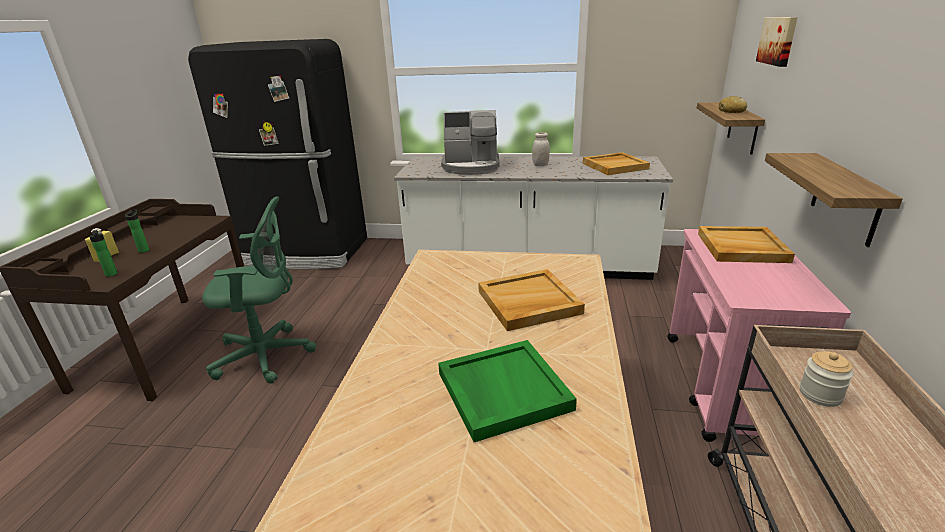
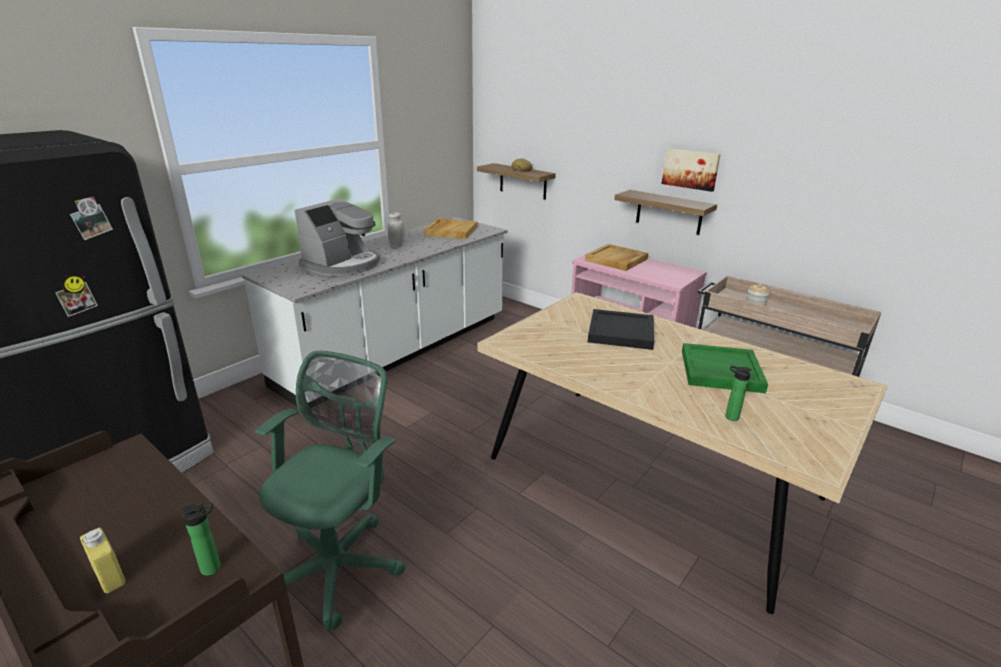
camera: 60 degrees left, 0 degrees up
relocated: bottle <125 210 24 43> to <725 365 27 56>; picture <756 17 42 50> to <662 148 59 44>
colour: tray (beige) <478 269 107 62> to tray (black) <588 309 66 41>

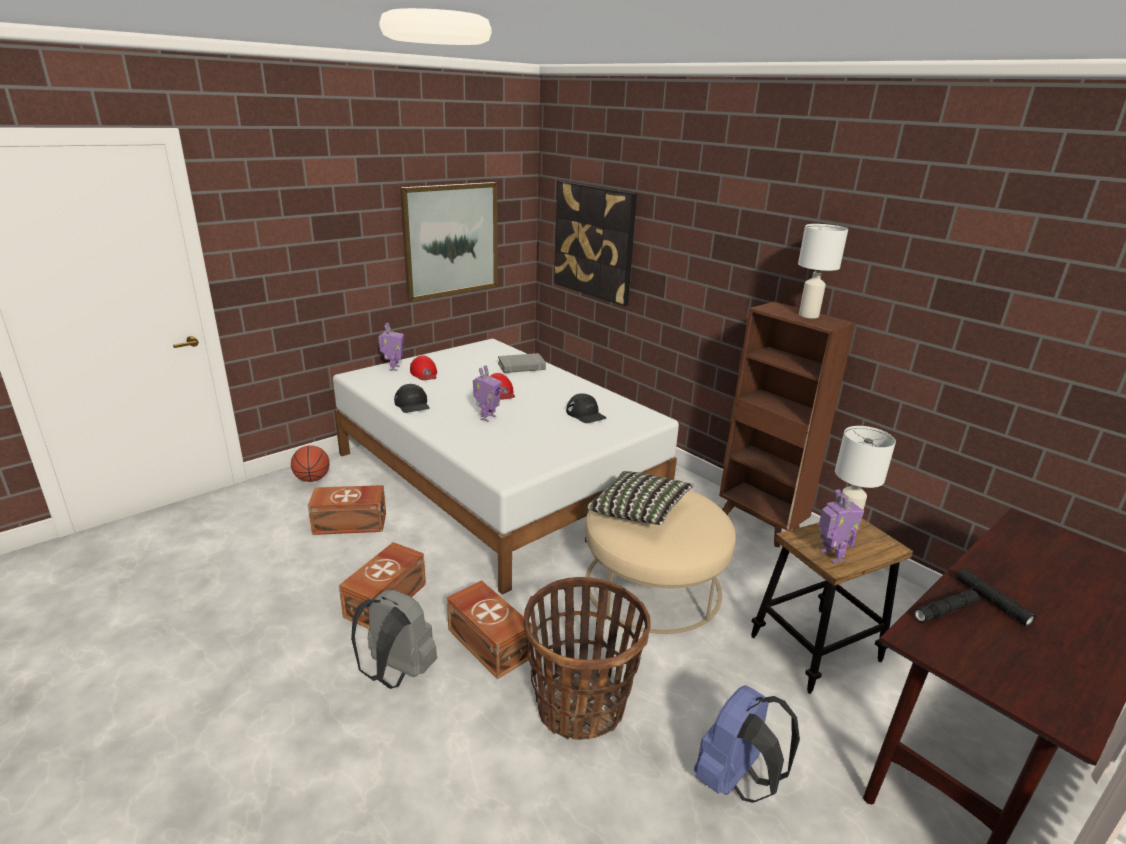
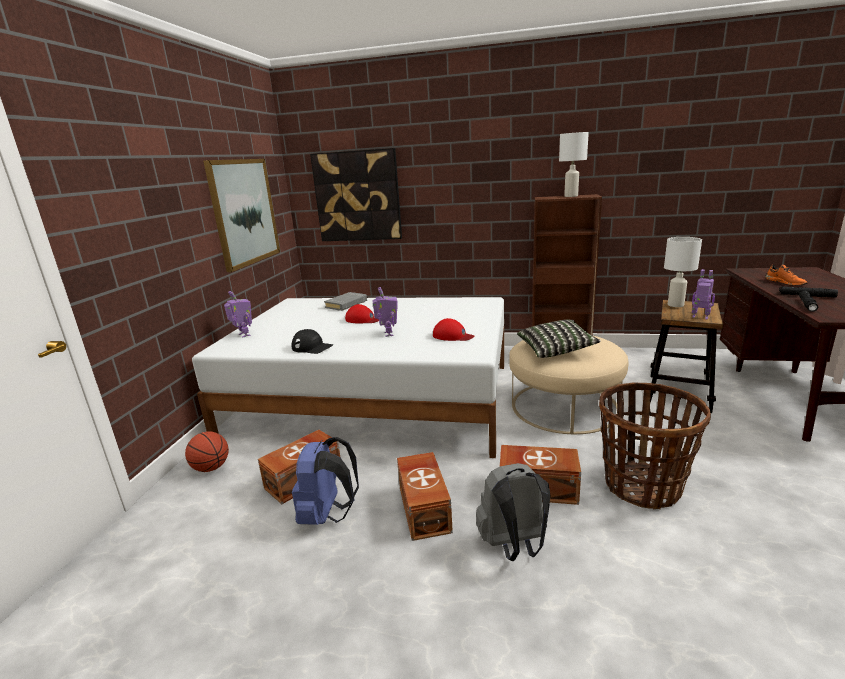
camera: 35 degrees left, 5 degrees down
missing: cap (black) <566 394 40 29>
appeared: shoe (orange) <765 265 42 21>
relocated: cap (red) <410 355 27 25> to <433 318 42 23>; backpack (blue) <694 686 106 117> to <292 437 67 88>

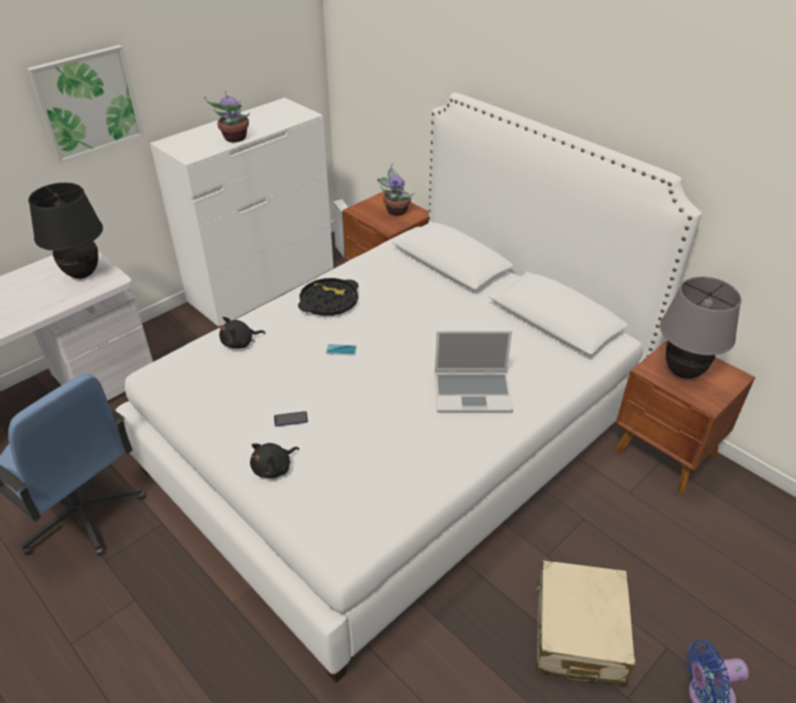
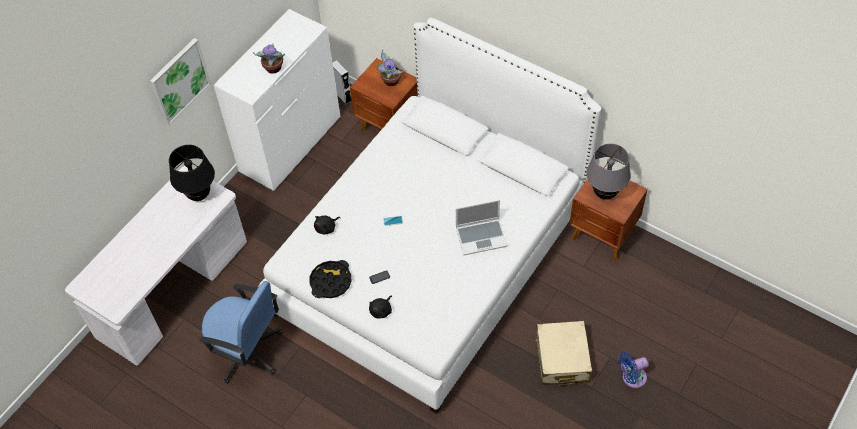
camera: 10 degrees left, 15 degrees up
relocated: tray (black) <298 278 60 38> to <310 260 41 38>

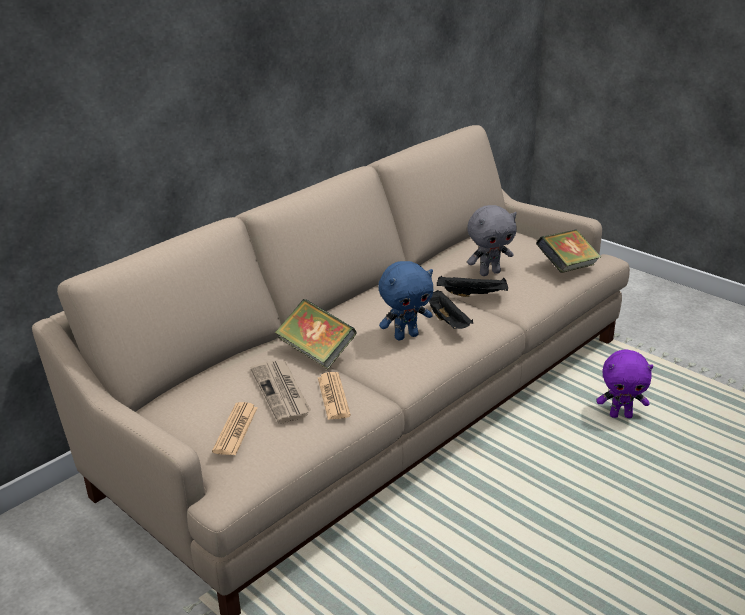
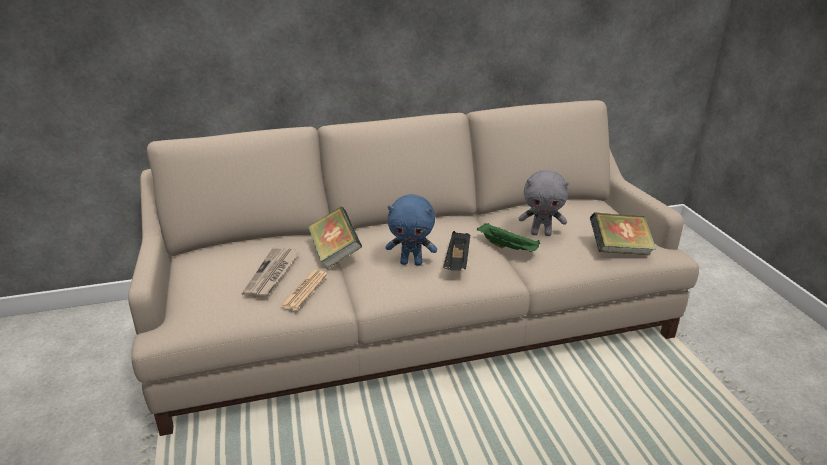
camera: 30 degrees right, 0 degrees up
missing: newspaper <212 402 46 53>; plush toy (purple) <597 349 56 69>
colour: tray (black) <437 276 71 21> to tray (green) <477 223 63 29>

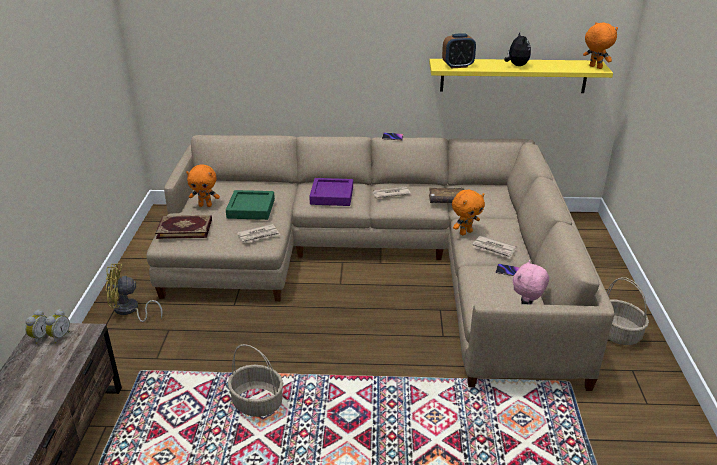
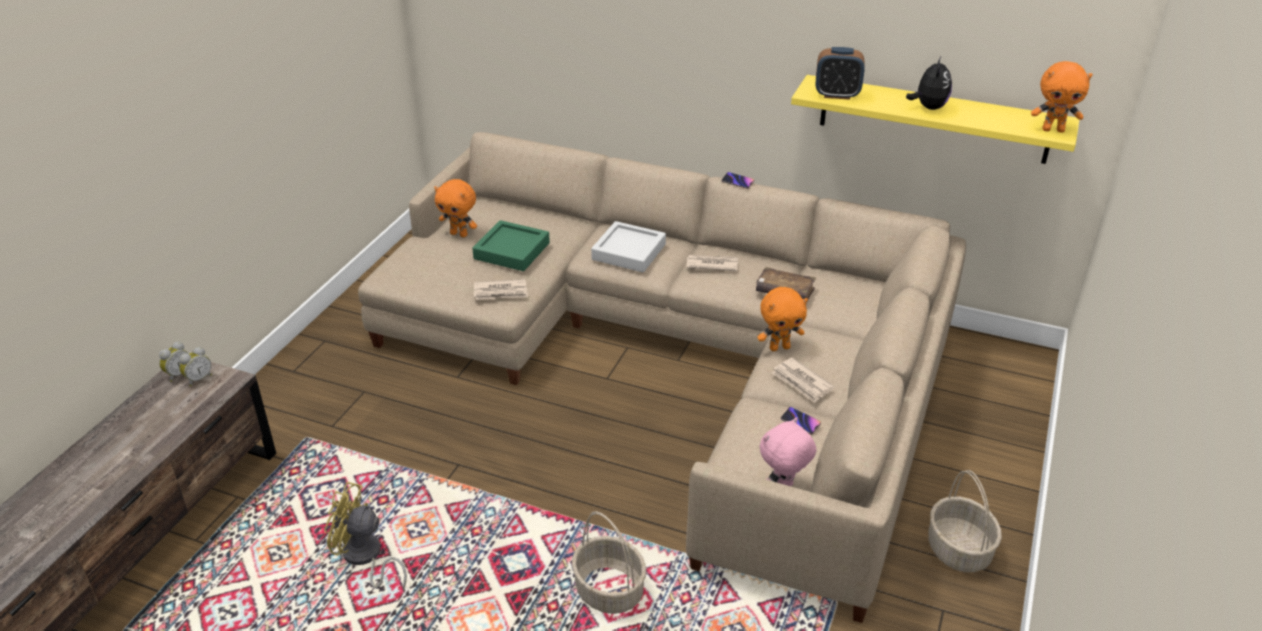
camera: 20 degrees right, 5 degrees up
missing: book <155 215 57 24>
relocated: fan (yellow) <106 264 57 58> to <324 482 83 108>; basket <228 344 55 73> to <572 511 74 103>
colour: tray (purple) <309 178 44 28> to tray (grey) <591 221 75 51>
spun: plush toy (orange) <583 22 35 47> = <1031 61 62 72> 120 degrees clockwise

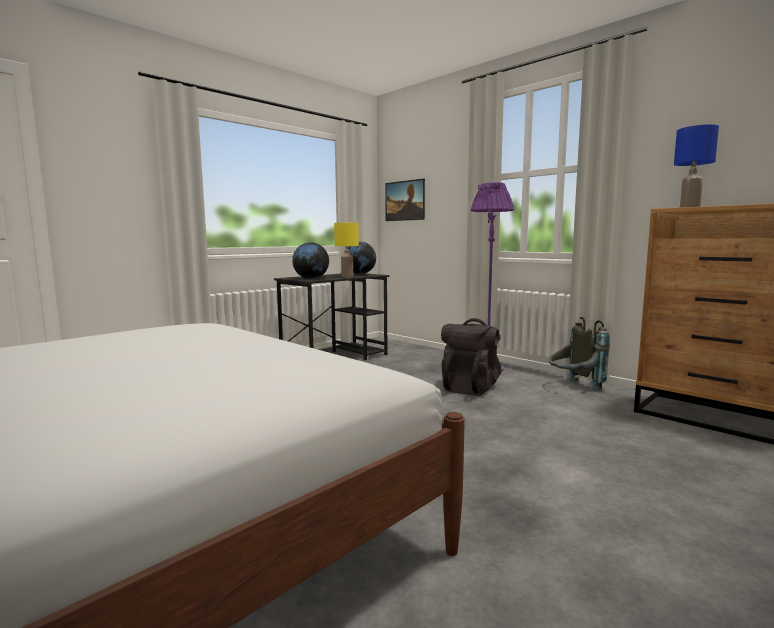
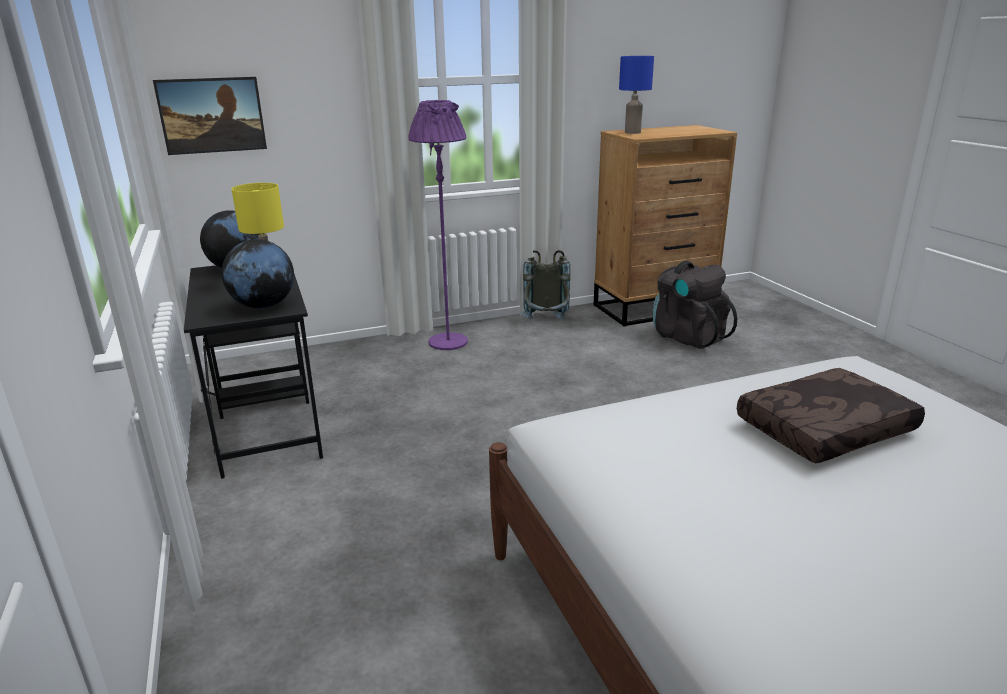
camera: 65 degrees left, 15 degrees up
appeared: pillow (brown) <737 368 188 95>
relocated: backpack (black) <441 318 60 78> to <653 261 84 88>

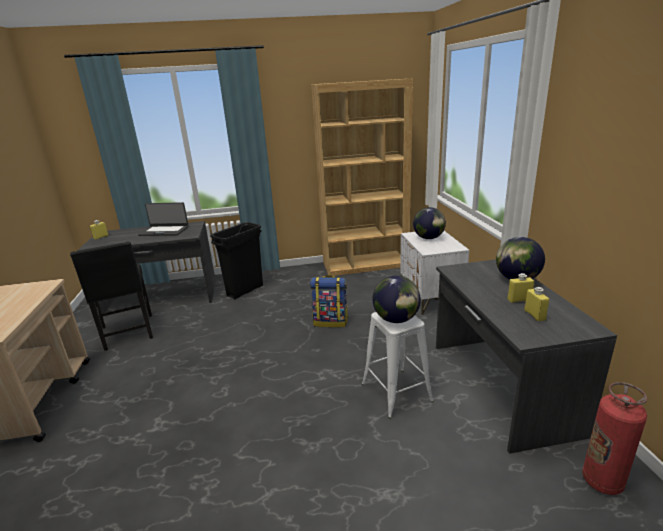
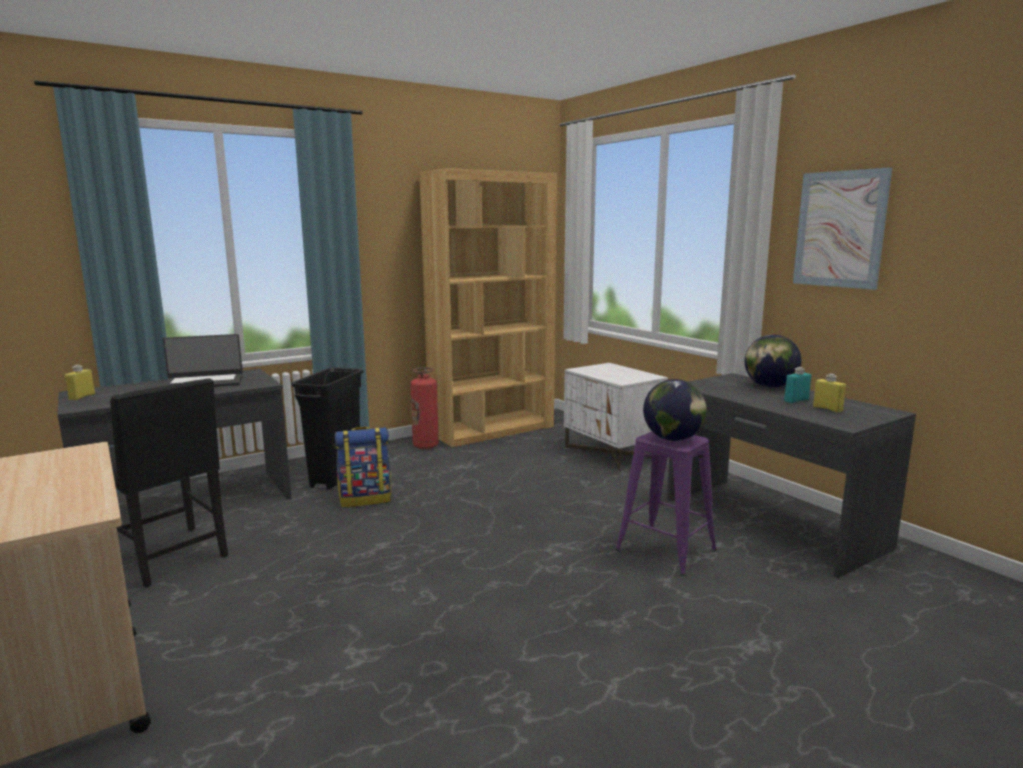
camera: 25 degrees left, 10 degrees down
missing: globe <413 207 33 32>
appeared: picture <793 167 99 123>
relocated: backpack <310 275 38 53> to <334 427 57 80>; fire extinguisher <582 382 65 113> to <410 367 29 82>
colour: stool (white) <362 312 72 107> to stool (purple) <615 431 102 145>; bottle (yellow) <507 273 27 30> to bottle (turquoise) <784 367 27 36>

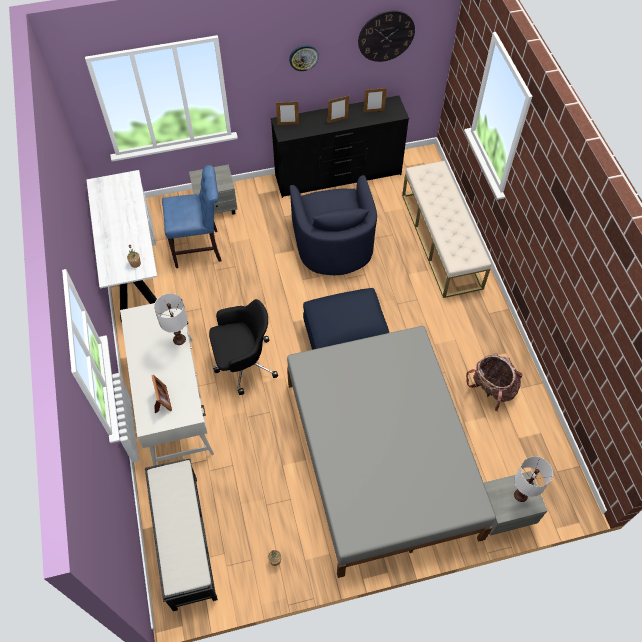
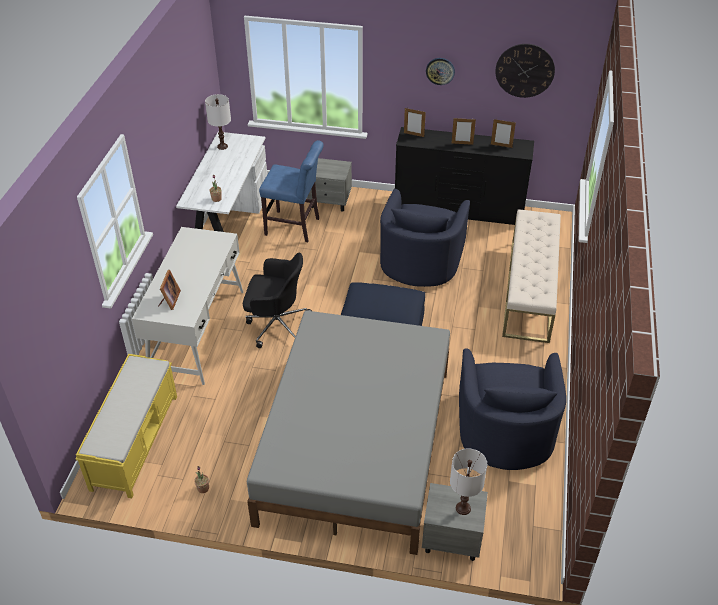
camera: 25 degrees right, 15 degrees down
relocated: table lamp (white) <154 293 34 52> to <205 94 26 56>
exchanged: backpack <466 353 57 58> to armchair (blue) <459 348 107 122>
colour: bench (black) <145 459 73 152> to bench (yellow) <76 354 101 144>

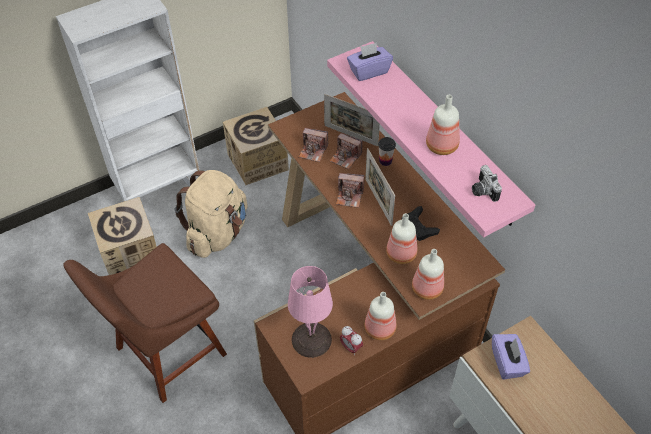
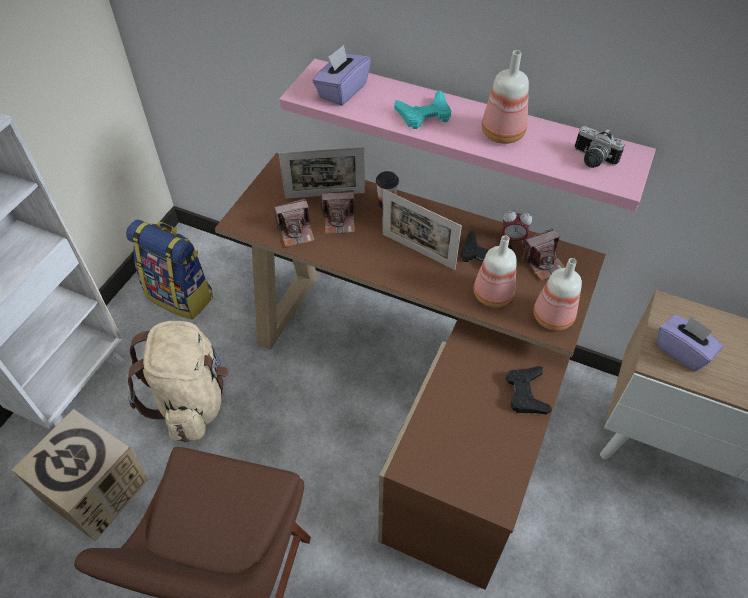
camera: 35 degrees left, 0 degrees up
missing: table lamp (pink) <288 266 45 92>
appeared: game controller (turquoise) <394 90 57 39>
relocated: photo camera <336 173 28 35> to <521 228 45 52>; alarm clock <340 326 23 30> to <502 209 30 34>
exchanged: cardboard box <223 107 66 78> to backpack <126 219 87 101>; bottle <364 292 32 48> to game controller (black) <506 366 46 49>

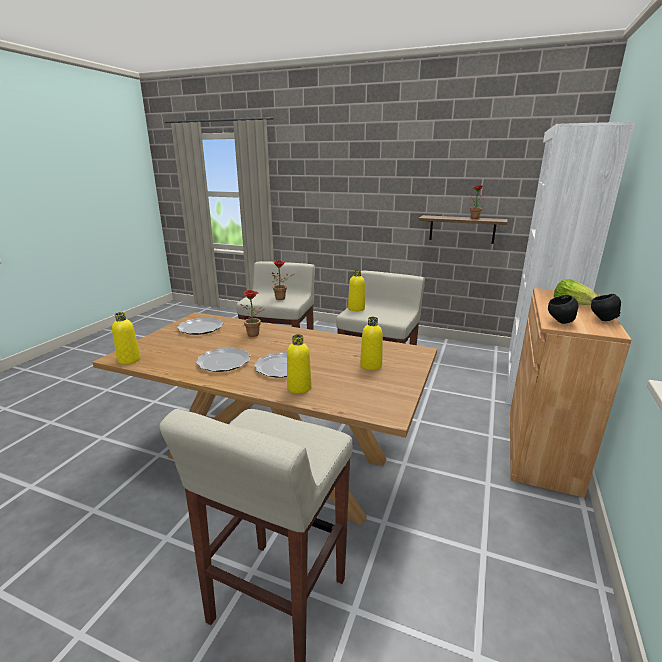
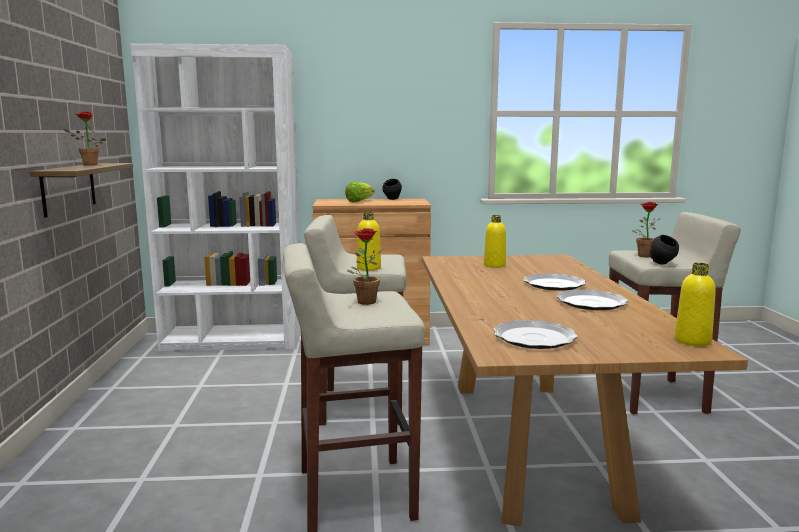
camera: 115 degrees left, 10 degrees down
missing: bottle (yellow) <287 334 25 60>
relocated: potted plant <240 290 25 47> to <632 202 29 55>; bowl (black) <548 295 31 29> to <650 235 29 30>

